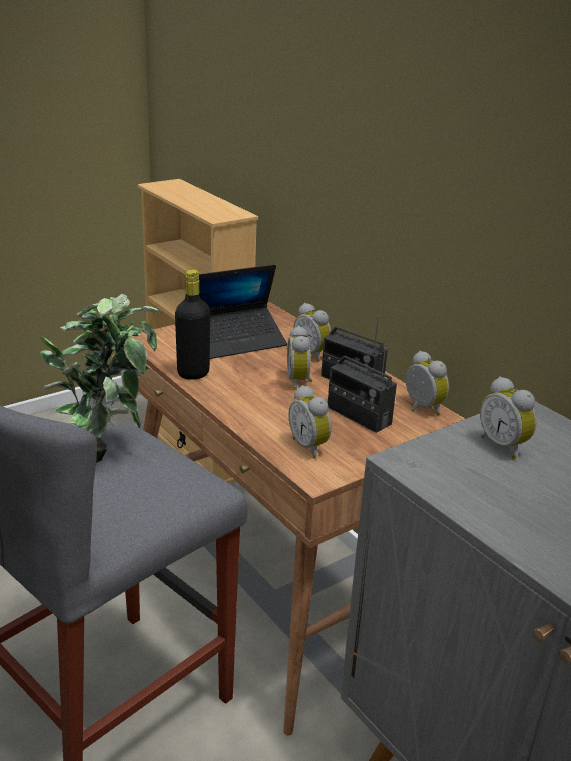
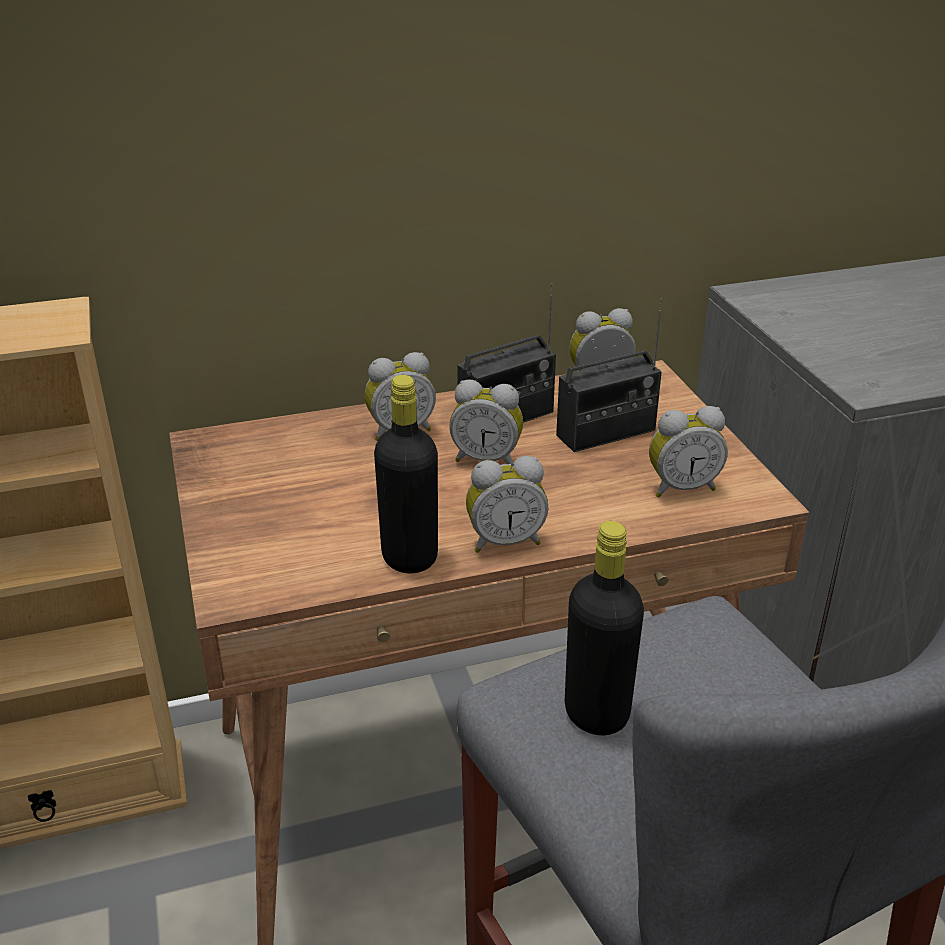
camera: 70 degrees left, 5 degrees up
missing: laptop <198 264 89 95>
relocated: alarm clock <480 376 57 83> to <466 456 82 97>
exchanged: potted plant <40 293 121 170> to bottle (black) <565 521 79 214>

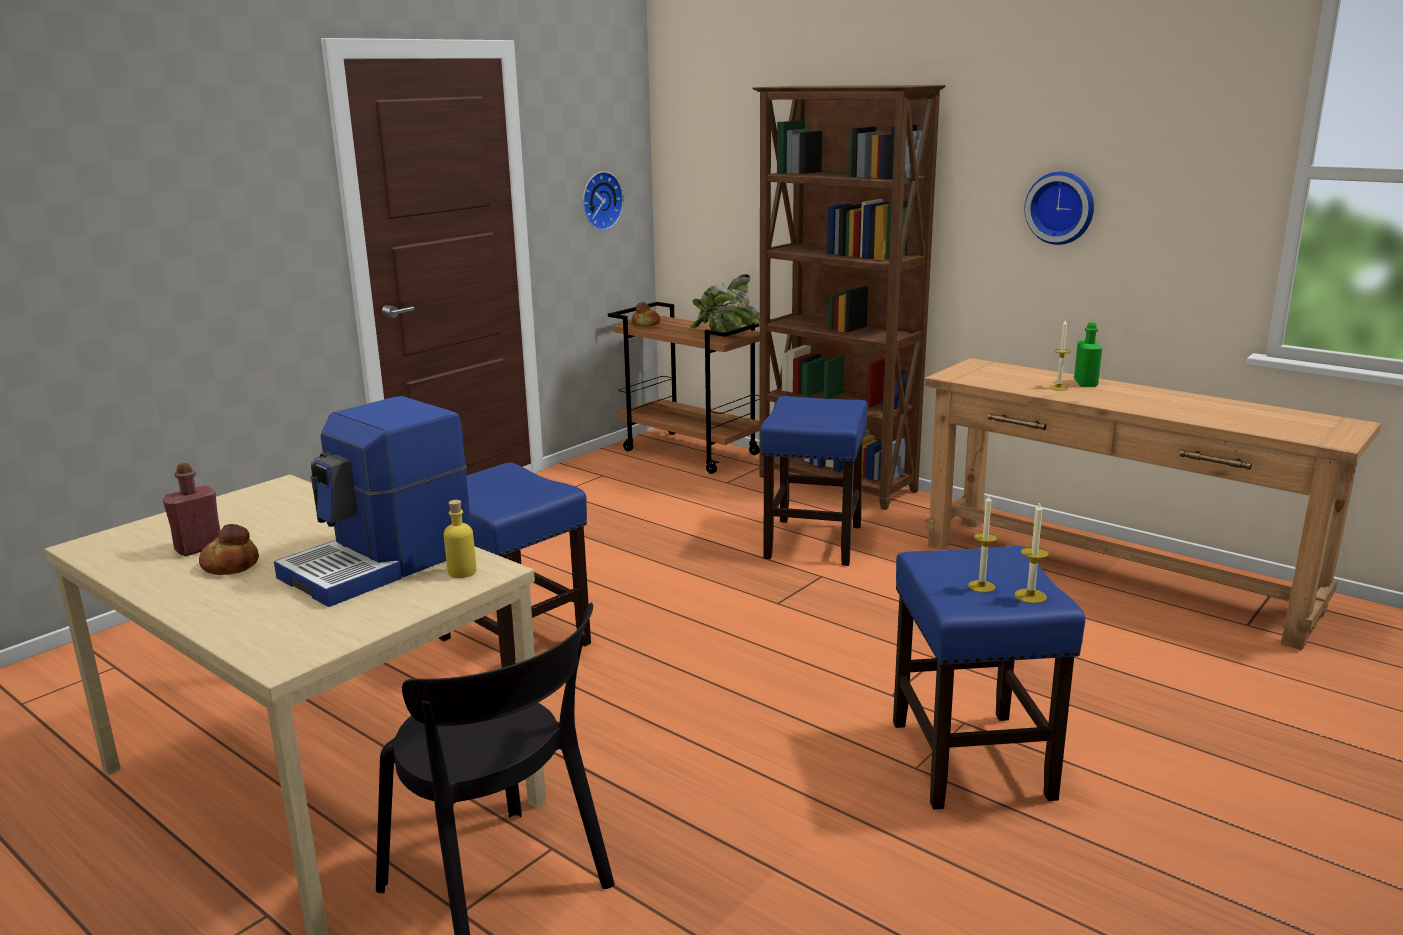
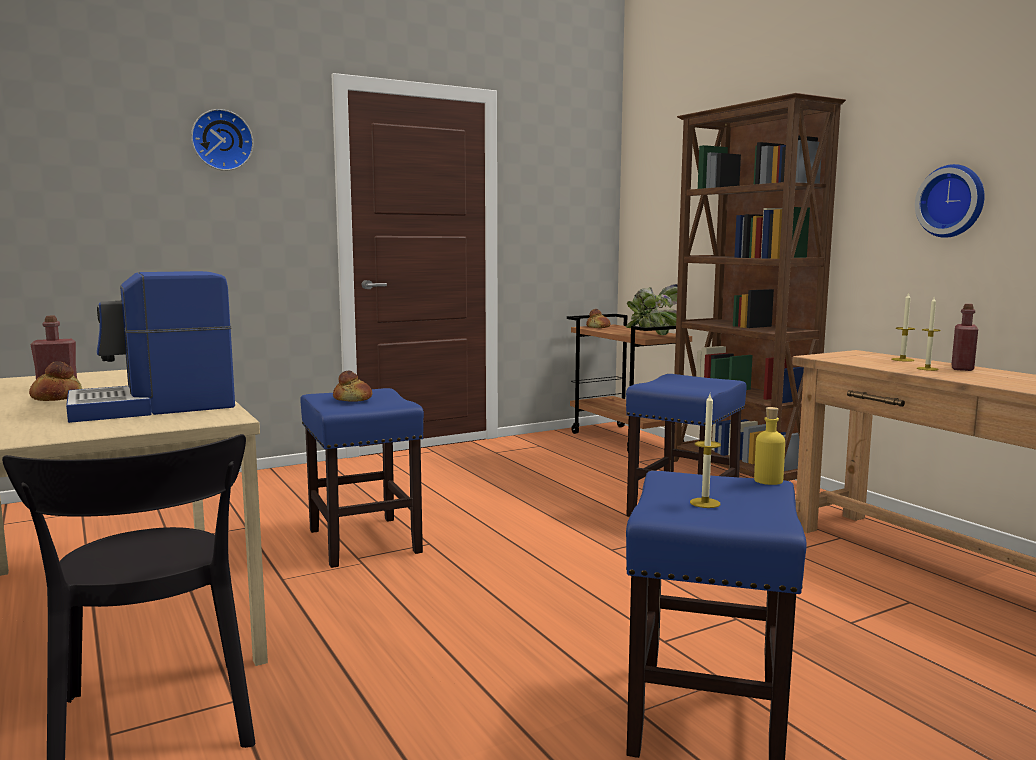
camera: 20 degrees right, 10 degrees down
appeared: bread <333 370 39 32>
relocated: bottle (yellow) <444 500 33 78> to <754 407 31 78>; wall clock <583 171 41 59> to <191 109 63 62>; candle <1015 501 34 103> to <891 292 24 70>
colour: bottle (green) <1074 322 28 65> to bottle (red) <951 304 27 67>

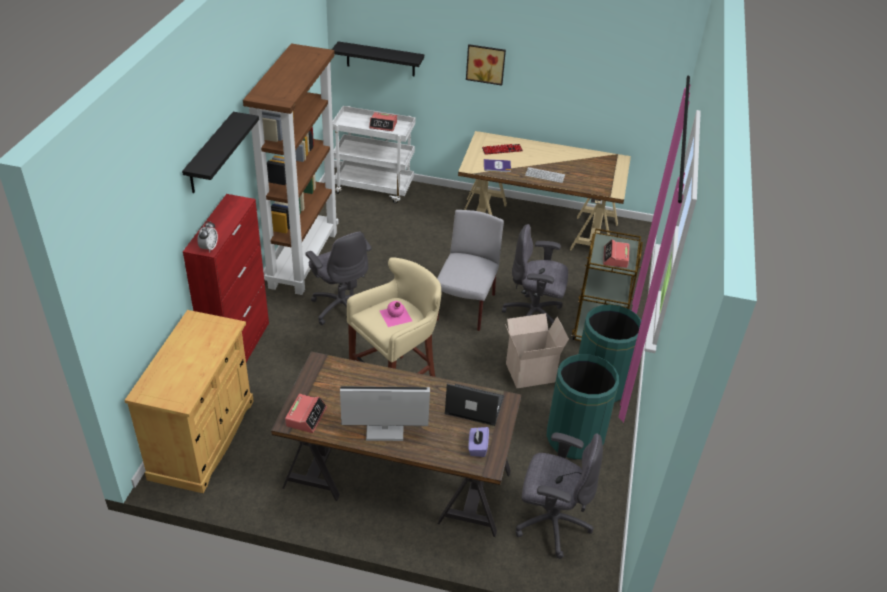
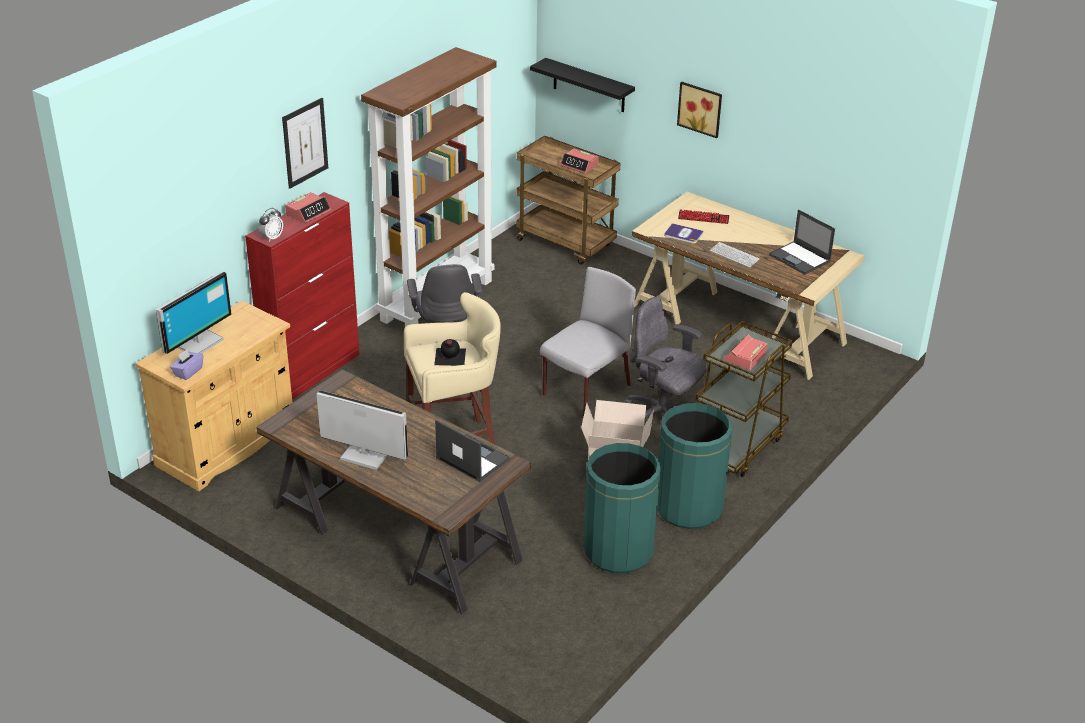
camera: 25 degrees right, 5 degrees down
missing: office chair (grey) <516 432 87 127>
appeared: monitor <156 271 75 83>; laptop <769 210 66 65>
relocated: alarm clock <285 394 42 39> to <285 192 46 32>; tissue box (purple) <468 427 21 30> to <170 349 33 31>
exchanged: shelf (black) <182 112 77 81> to picture <282 98 46 91>
colour: cart (white) <333 106 83 98> to cart (brown) <516 136 104 129>; bottle (pink) <380 301 32 26> to bottle (black) <434 339 32 27>

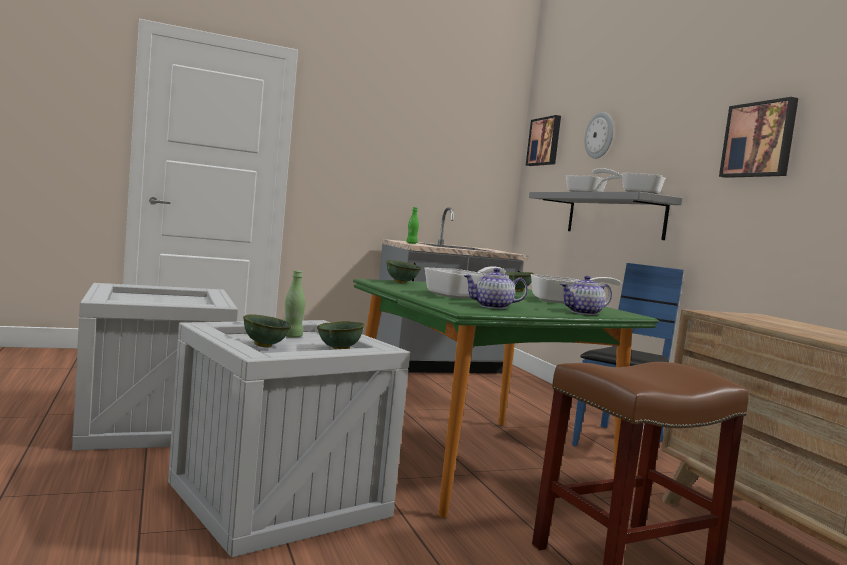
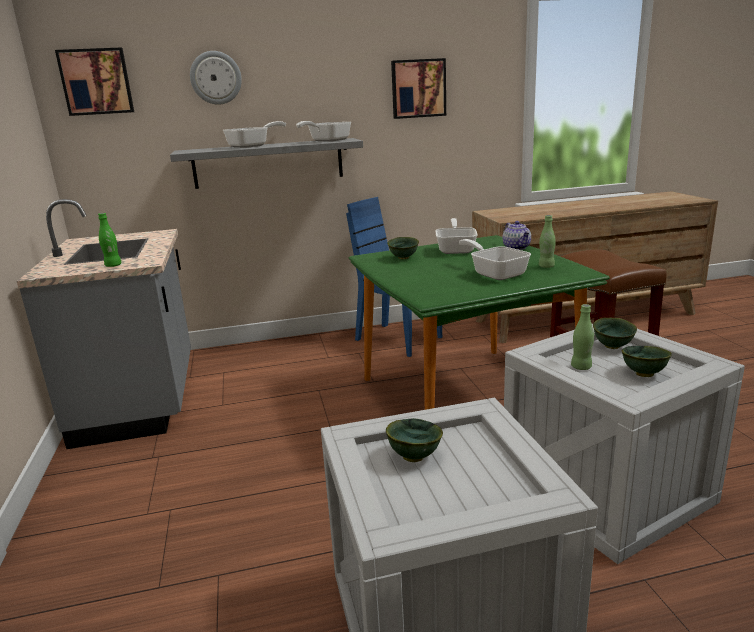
camera: 80 degrees left, 15 degrees up
relocated: bowl (green) <386 260 35 24> to <386 418 57 44>
exchanged: teapot <463 268 65 41> to bottle (green) <539 215 17 53>

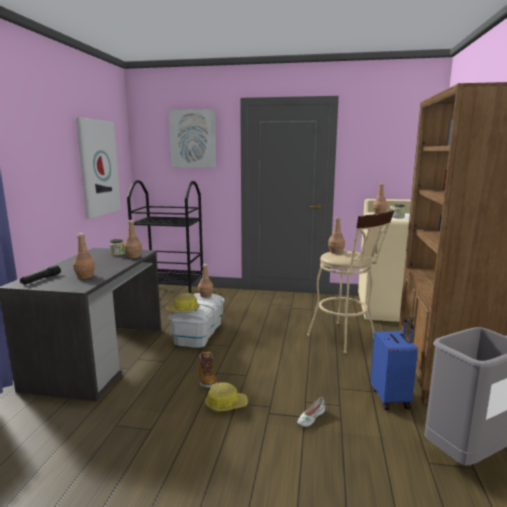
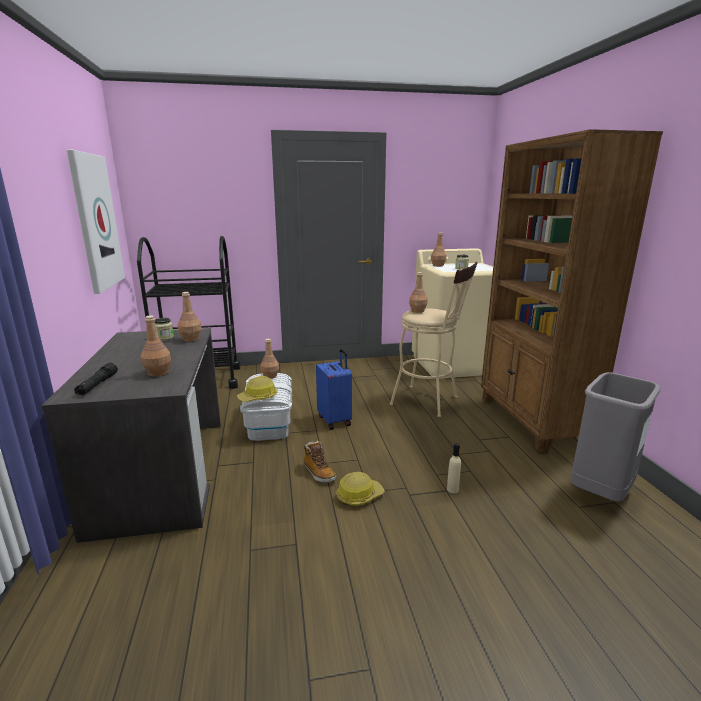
camera: 20 degrees left, 5 degrees up
missing: picture <169 109 47 58>
relocated: suitcase (blue) <370 319 48 91> to <316 349 36 81>
exchanged: shoe (white) <297 397 28 30> to bottle (beige) <447 443 14 50>

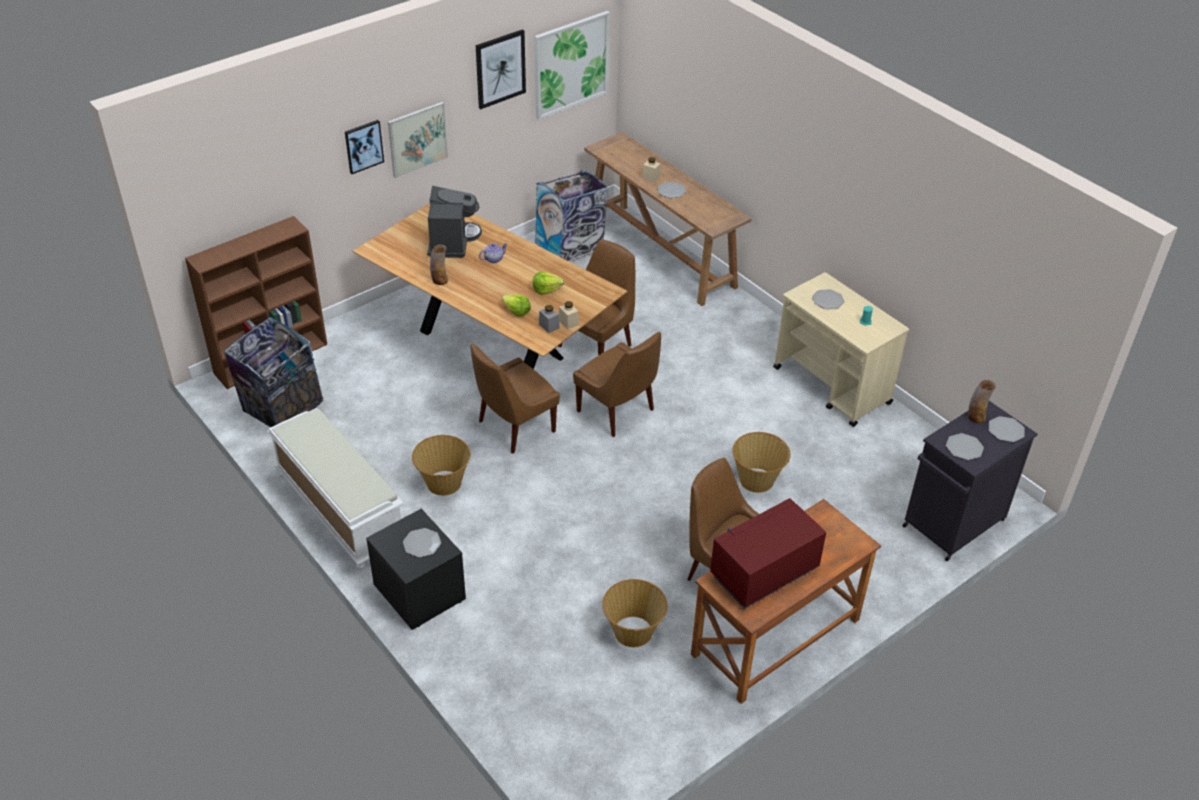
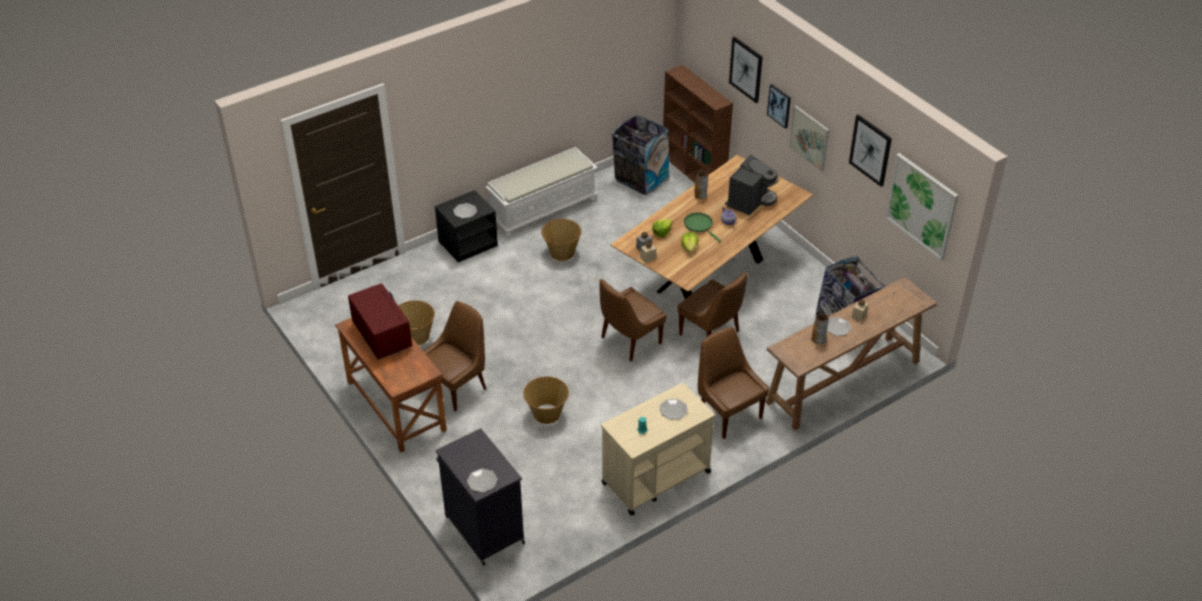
camera: 95 degrees right, 0 degrees up
missing: plate <946 433 38 27>
appeared: frying pan (green) <684 213 37 29>; picture <729 36 34 67>
relocated: chair (brown) <470 343 90 111> to <698 327 71 112>; vase <968 380 28 44> to <811 313 18 31>
spun: coffee machine <427 186 55 72> = <725 155 54 61> 60 degrees counterclockwise

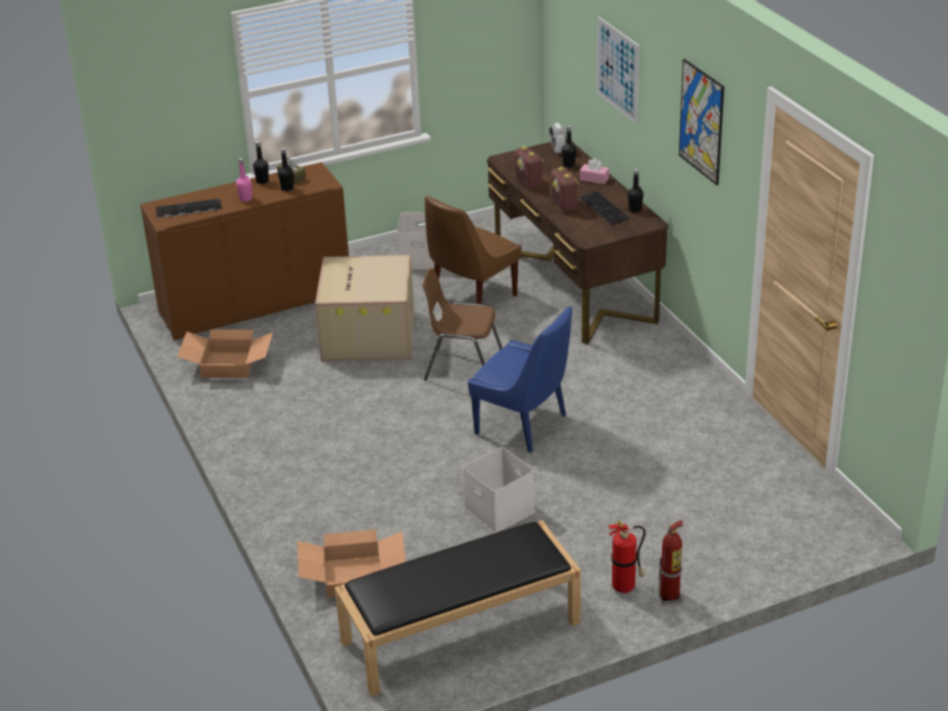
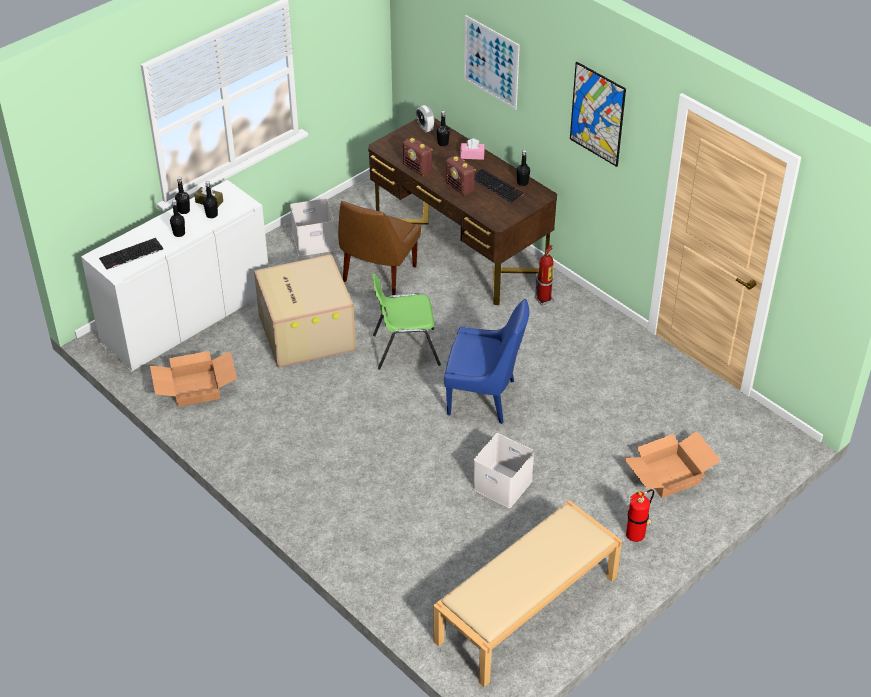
camera: 20 degrees left, 10 degrees up
relocated: cardboard box <297 529 109 68> to <624 431 97 67>; fire extinguisher <658 520 25 84> to <535 245 19 61>
colour: cabinet (brown) <140 162 209 178> to cabinet (white) <81 180 188 192>; bottle (pink) <236 158 16 44> to bottle (black) <170 200 15 37>; bench (black) <335 520 246 177> to bench (beige) <433 500 189 187>; chair (brown) <422 268 80 113> to chair (green) <372 273 69 97>

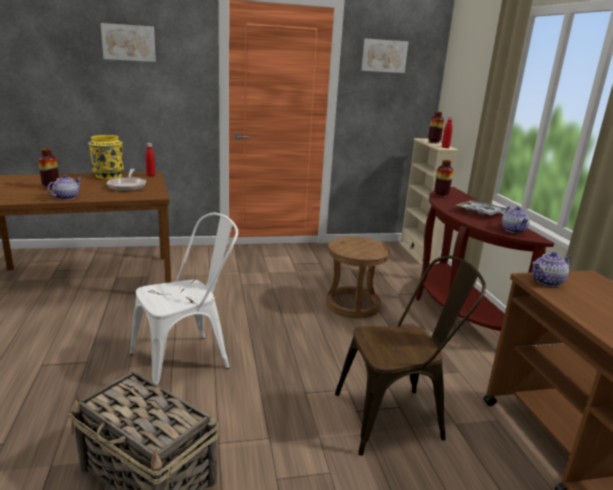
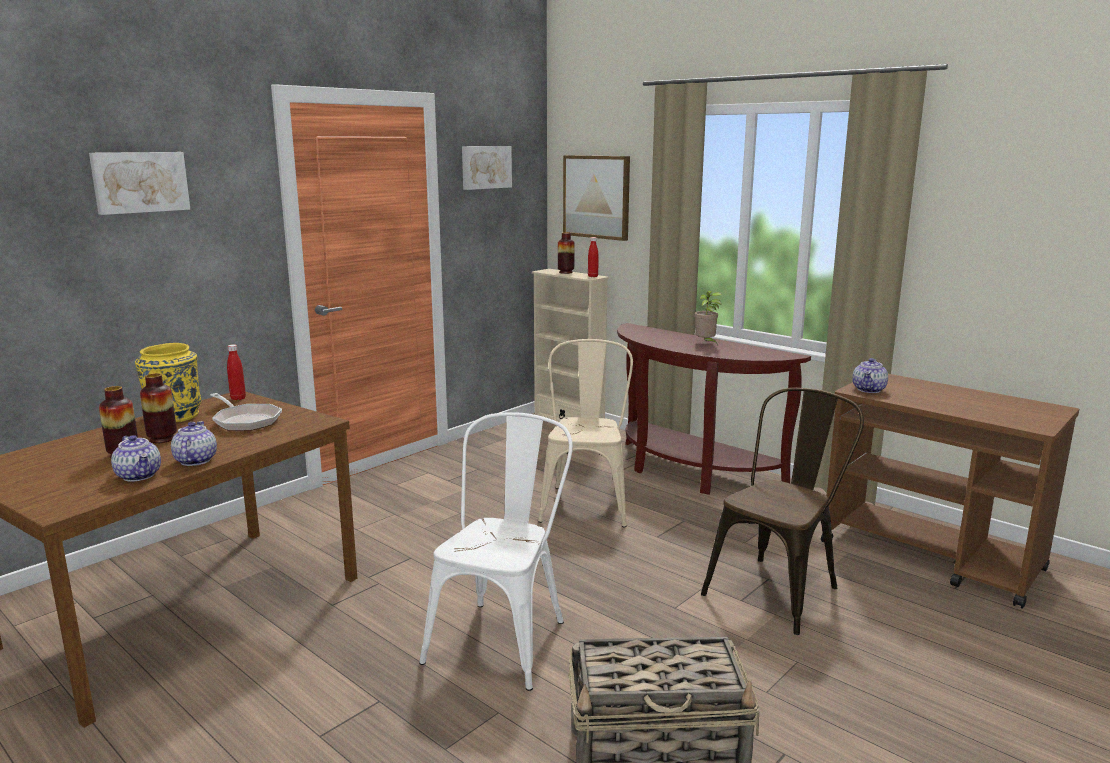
camera: 35 degrees left, 5 degrees down
appeared: picture <563 155 67 86>
relocated: vase <434 160 19 37> to <140 373 37 70>; teapot <502 206 28 27> to <111 435 50 47>
exchanged: stool (brown) <326 236 64 83> to chair (beige) <538 339 95 188>; tray <456 200 50 16> to potted plant <695 290 27 55>

